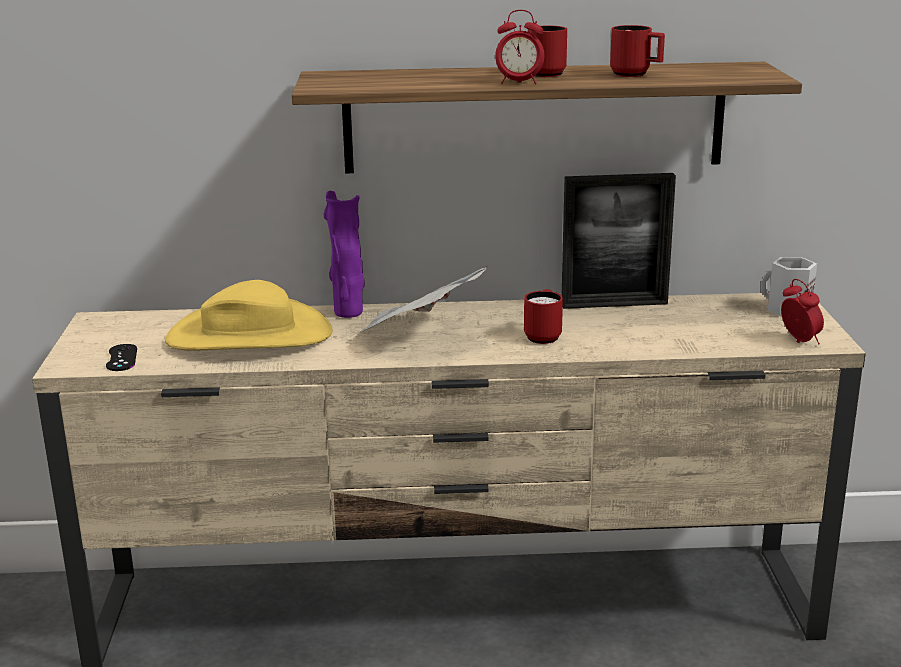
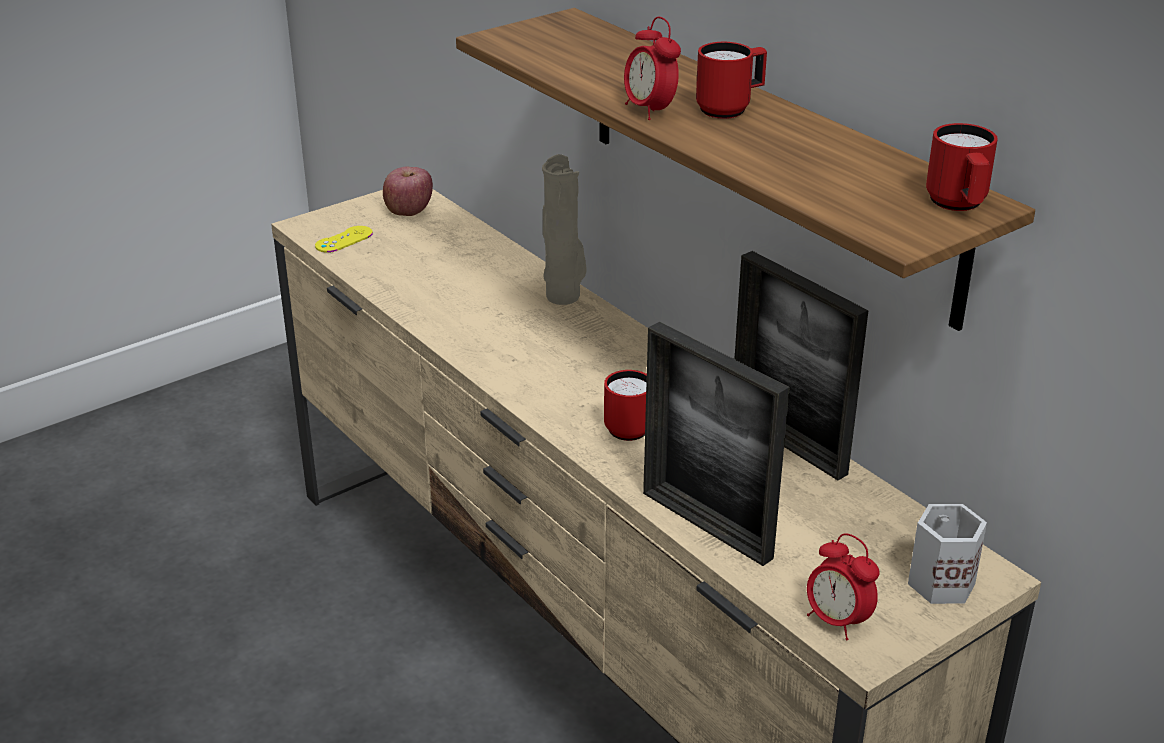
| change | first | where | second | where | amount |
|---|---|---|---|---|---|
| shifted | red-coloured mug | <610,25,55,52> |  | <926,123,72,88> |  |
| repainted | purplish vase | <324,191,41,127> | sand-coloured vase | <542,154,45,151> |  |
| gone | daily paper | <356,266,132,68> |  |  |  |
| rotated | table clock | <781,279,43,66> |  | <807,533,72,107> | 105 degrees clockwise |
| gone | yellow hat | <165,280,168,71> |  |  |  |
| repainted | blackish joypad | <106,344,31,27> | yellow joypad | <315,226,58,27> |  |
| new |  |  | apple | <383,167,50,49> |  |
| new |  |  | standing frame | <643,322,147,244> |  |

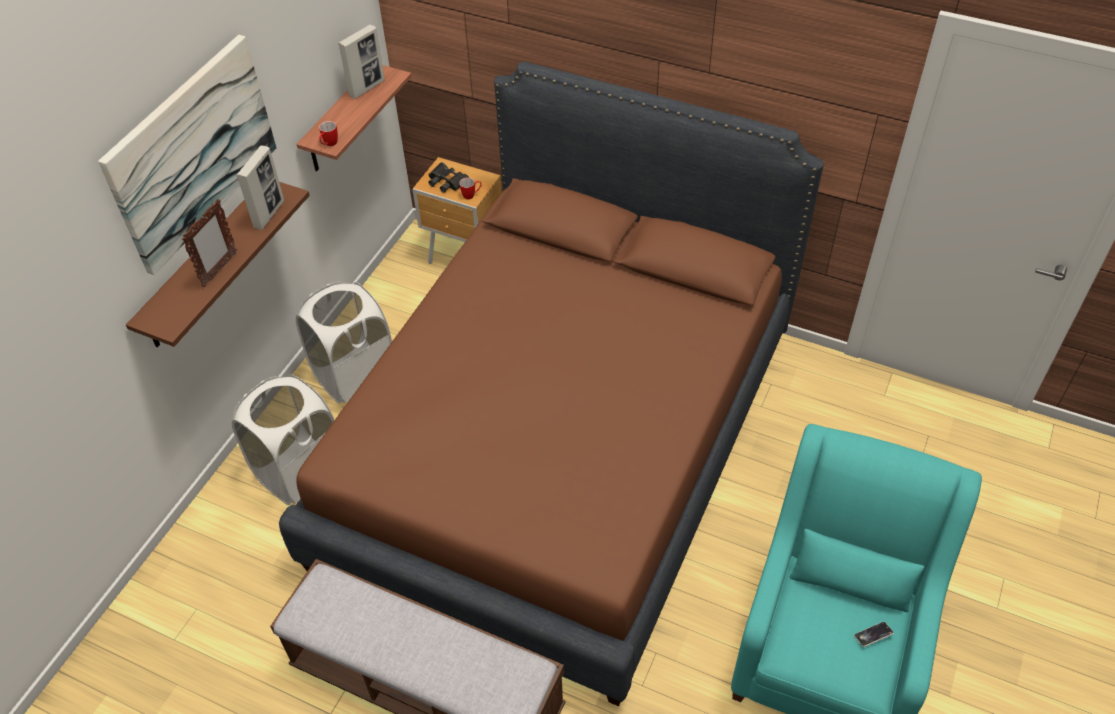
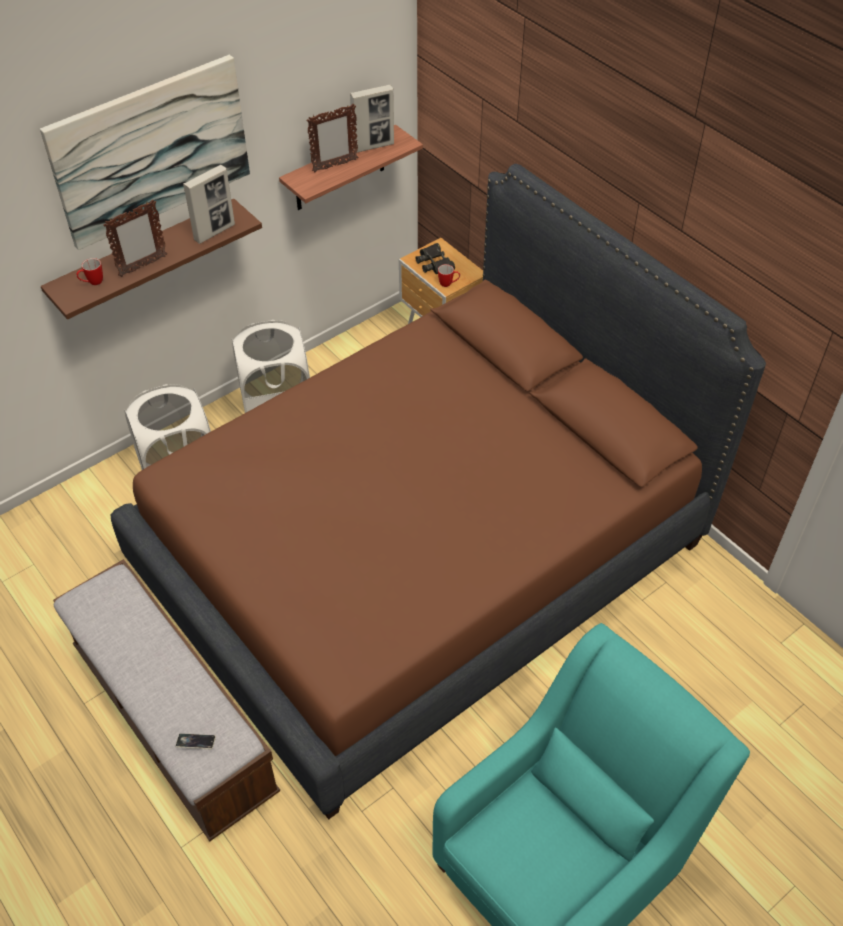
| change | first | where | second | where | amount |
|---|---|---|---|---|---|
| shifted | mug | <319,121,19,25> |  | <77,258,26,27> |  |
| shifted | telephone | <854,622,40,25> |  | <175,733,41,16> |  |
| new |  |  | standing frame | <306,104,52,68> |  |

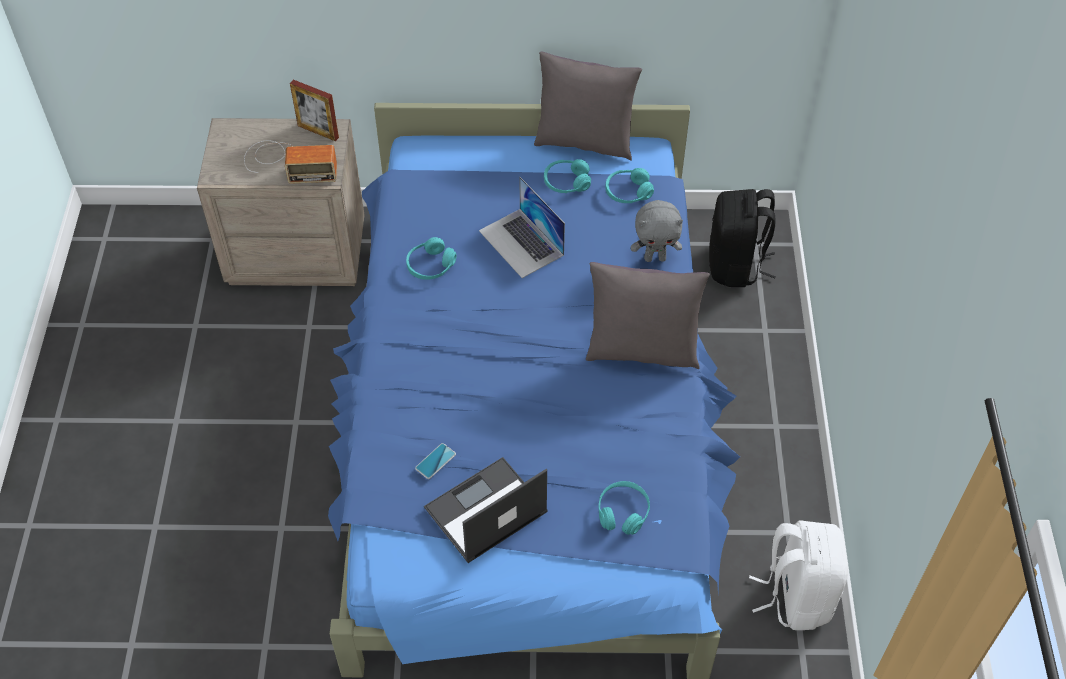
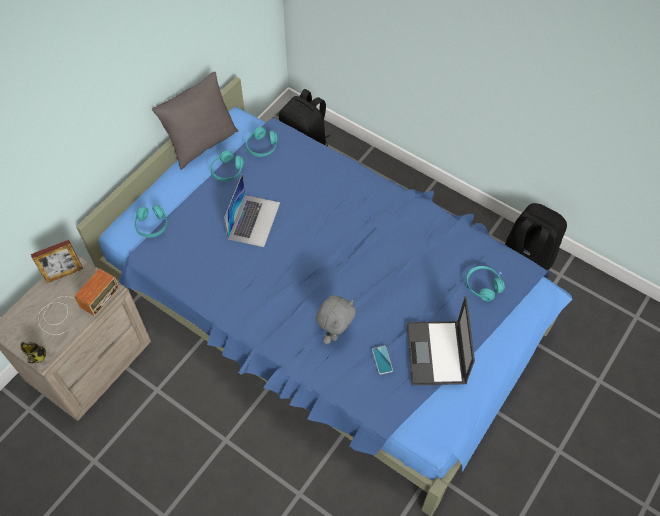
| change | first | where | second | where | amount |
|---|---|---|---|---|---|
| rotated | portable computer | <479,177,86,101> |  | <224,175,56,72> | 75 degrees counterclockwise |
| shifted | grey soft toy | <631,200,52,62> |  | <316,295,40,49> |  |
| shifted | turquoise headset | <406,237,51,43> |  | <134,205,34,33> |  |
| gone | grey throw pillow | <586,262,124,107> |  |  |  |
| repainted | white rucksack | <749,520,99,110> | blackish rucksack | <505,203,62,67> |  |
| new |  |  | mug | <20,342,26,21> |  |

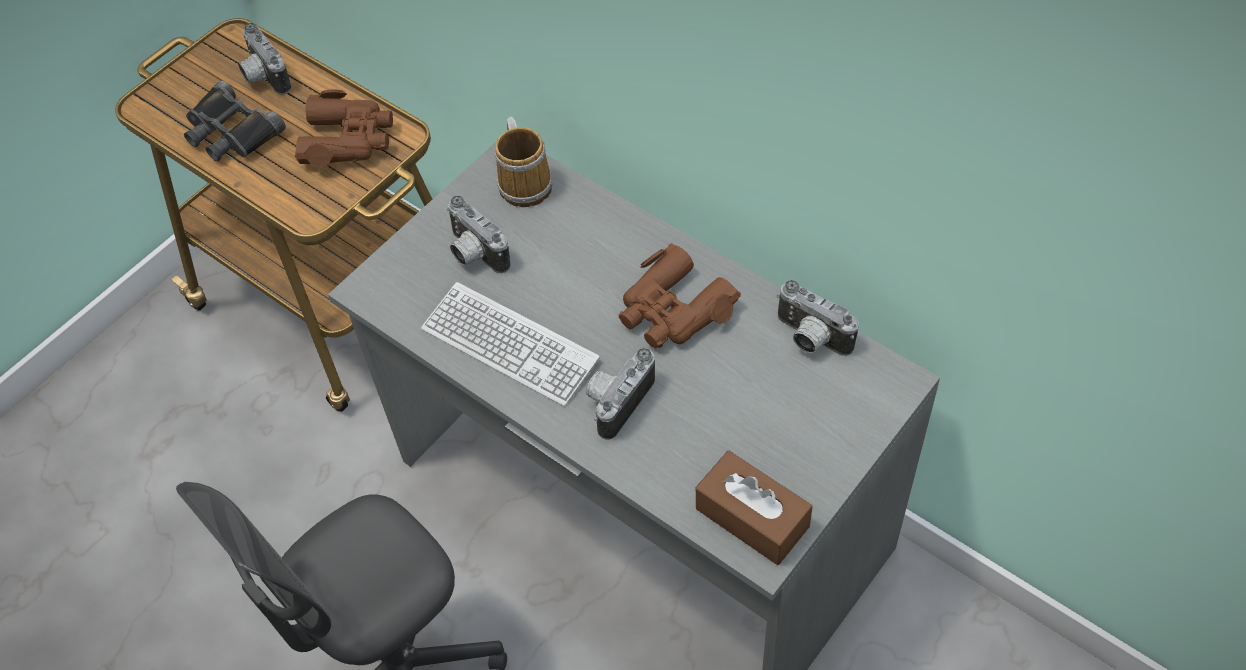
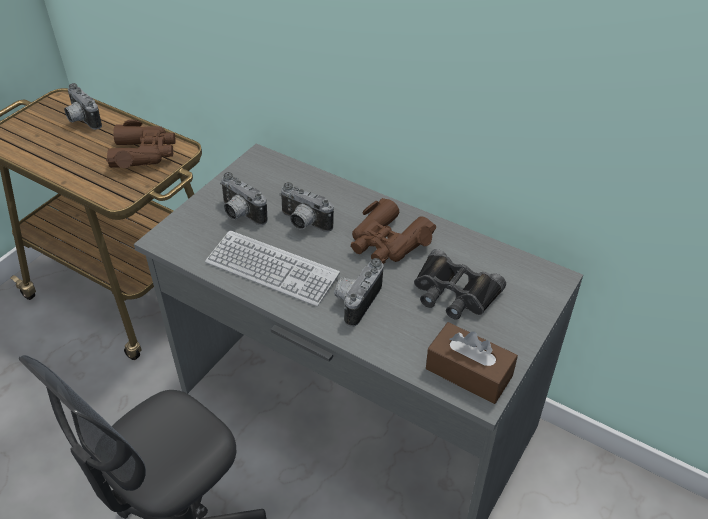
| change | first | where | second | where | amount |
|---|---|---|---|---|---|
| shifted | blackish binoculars | <184,81,102,81> |  | <414,249,92,71> |  |
| gone | mug | <494,117,59,90> |  |  |  |
| shifted | photo camera | <777,280,82,76> |  | <279,182,55,50> |  |

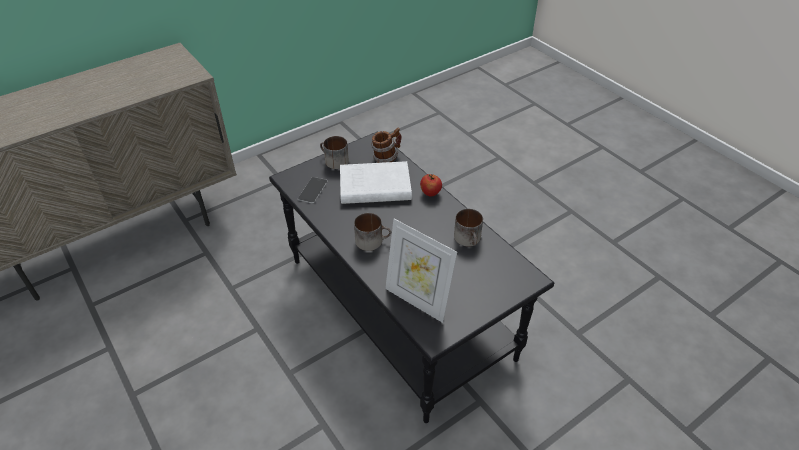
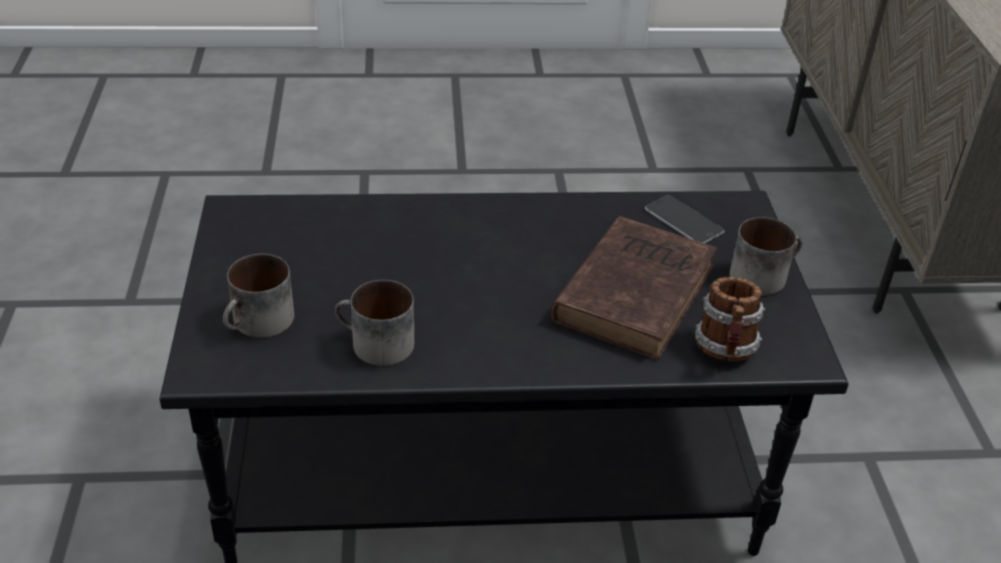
| change | first | where | second | where | amount |
|---|---|---|---|---|---|
| repainted | white volume | <340,161,72,43> | brown volume | <551,216,166,144> |  |
| gone | apple | <420,174,22,23> |  |  |  |
| shifted | mug | <354,213,37,38> |  | <223,254,71,84> |  |
| gone | standing frame | <385,219,72,104> |  |  |  |

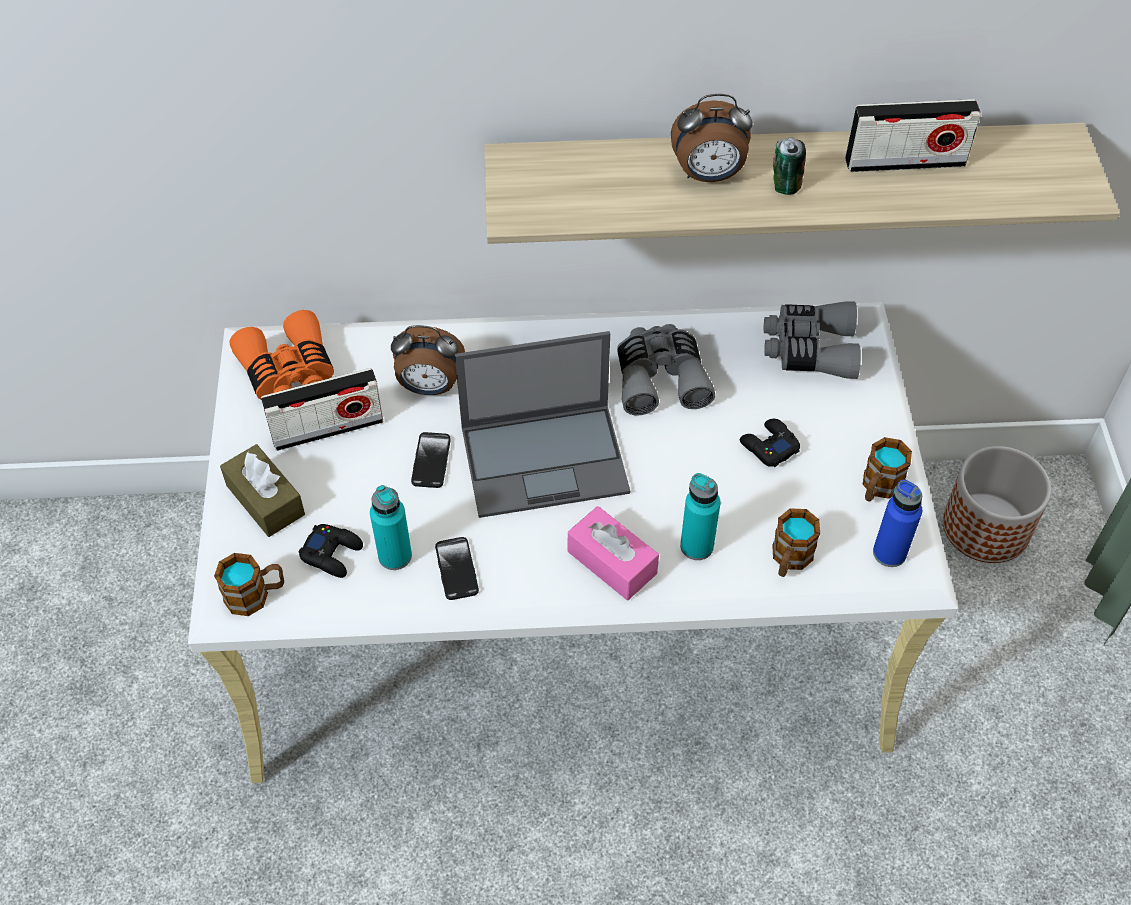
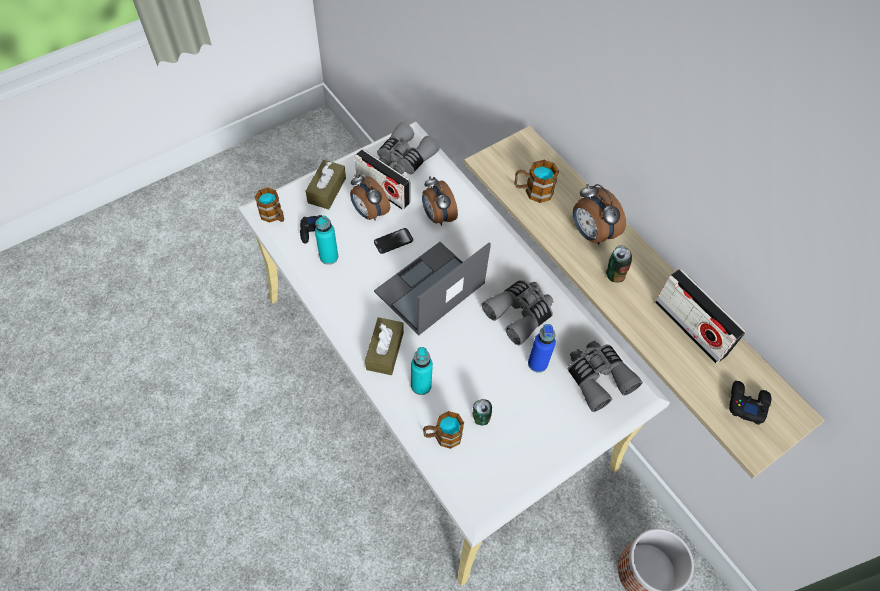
| change | first | where | second | where | amount |
|---|---|---|---|---|---|
| repainted | orangey binoculars | <229,310,105,89> | grey binoculars | <377,122,63,52> |  |
| rotated | portable computer | <455,331,175,187> |  | <374,242,117,93> | 90 degrees clockwise |
| shifted | blackish joypad | <740,418,60,49> |  | <729,381,42,44> |  |
| shifted | mug | <863,437,49,65> |  | <515,160,44,43> |  |
| shifted | blue beverage bottle | <873,480,49,87> |  | <528,324,28,49> |  |
| repainted | pink box of tissues | <568,506,91,94> | brown box of tissues | <365,317,39,58> |  |
| gone | telephone | <435,537,44,63> |  |  |  |
| new |  |  | table clock | <350,174,40,47> |  |
| new |  |  | metal can | <473,399,19,26> |  |

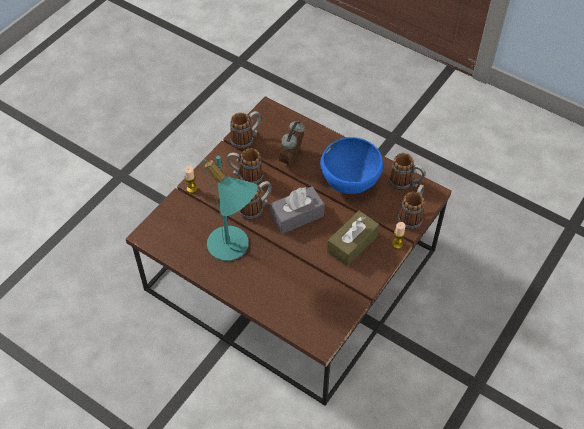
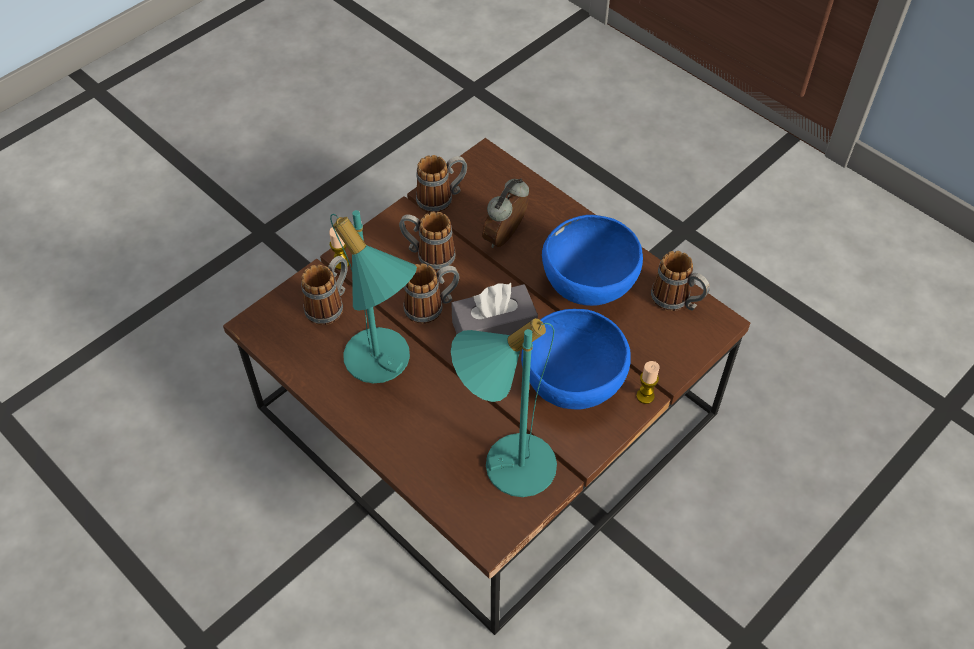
| change | first | where | second | where | amount |
|---|---|---|---|---|---|
| shifted | mug | <398,185,26,45> |  | <301,256,47,69> |  |
| swapped | brown box of tissues | <327,211,52,55> | blue serving bowl | <521,309,110,100> |  |
| new |  |  | turquoise lamp for a table | <451,318,106,179> |  |

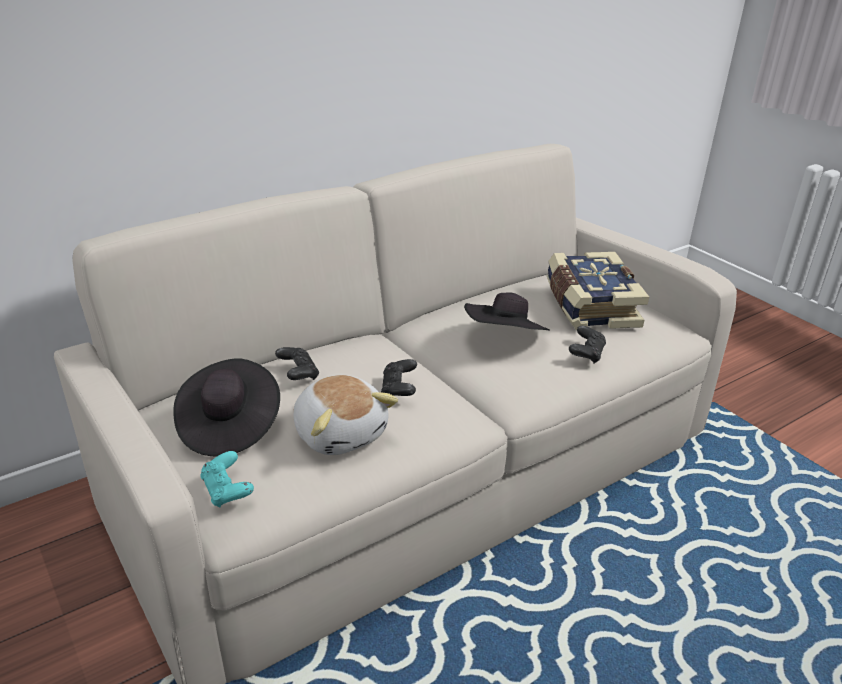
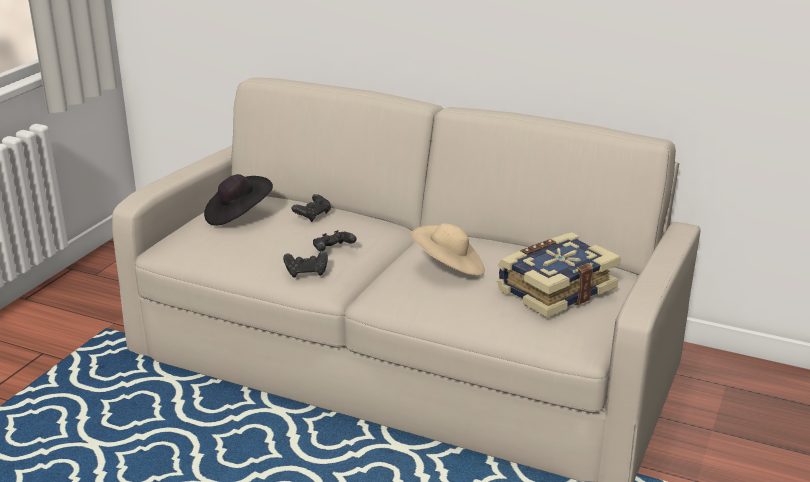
| change | first | where | second | where | amount |
|---|---|---|---|---|---|
| repainted | blackish hat | <464,292,86,39> | sand-coloured hat | <410,223,75,53> |  |
| shifted | blackish joypad | <569,326,37,38> |  | <283,251,45,27> |  |
| gone | soft toy | <293,375,105,80> |  |  |  |
| gone | turquoise joypad | <200,451,54,56> |  |  |  |

